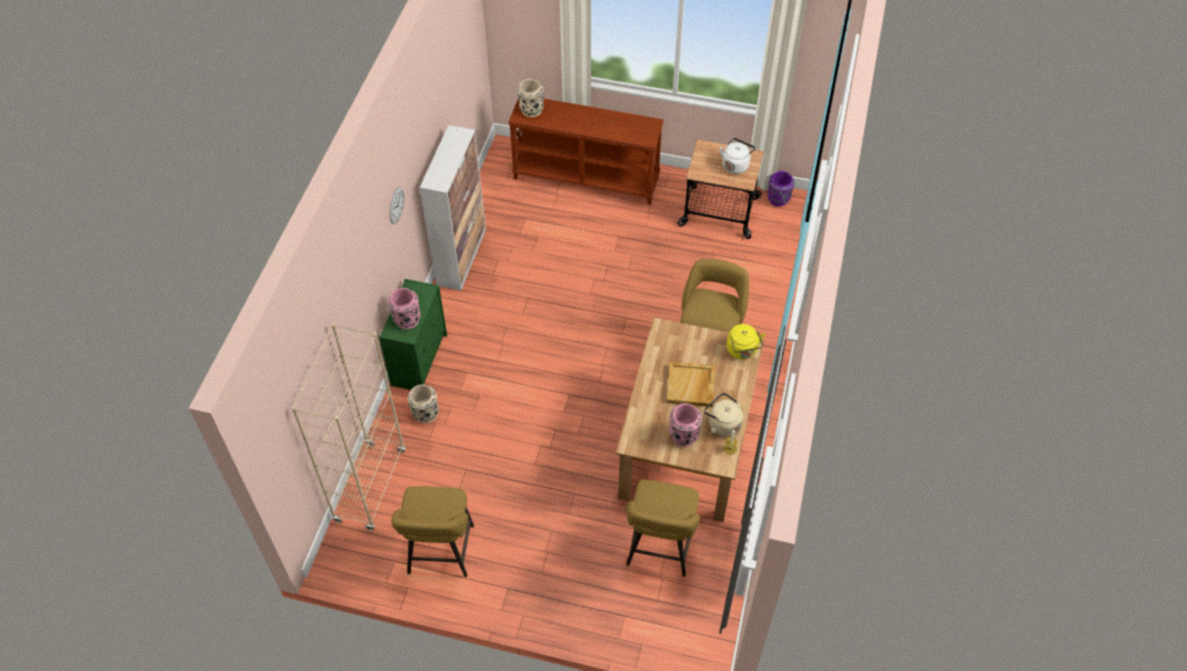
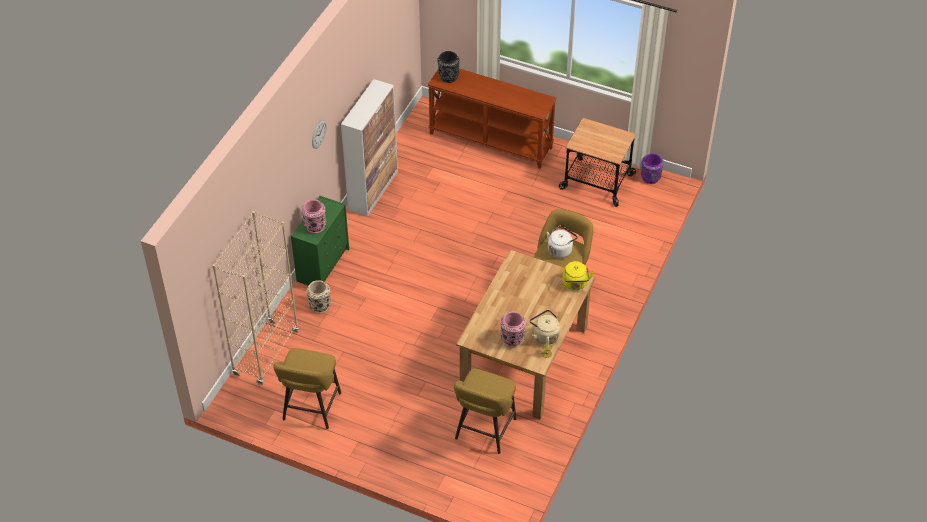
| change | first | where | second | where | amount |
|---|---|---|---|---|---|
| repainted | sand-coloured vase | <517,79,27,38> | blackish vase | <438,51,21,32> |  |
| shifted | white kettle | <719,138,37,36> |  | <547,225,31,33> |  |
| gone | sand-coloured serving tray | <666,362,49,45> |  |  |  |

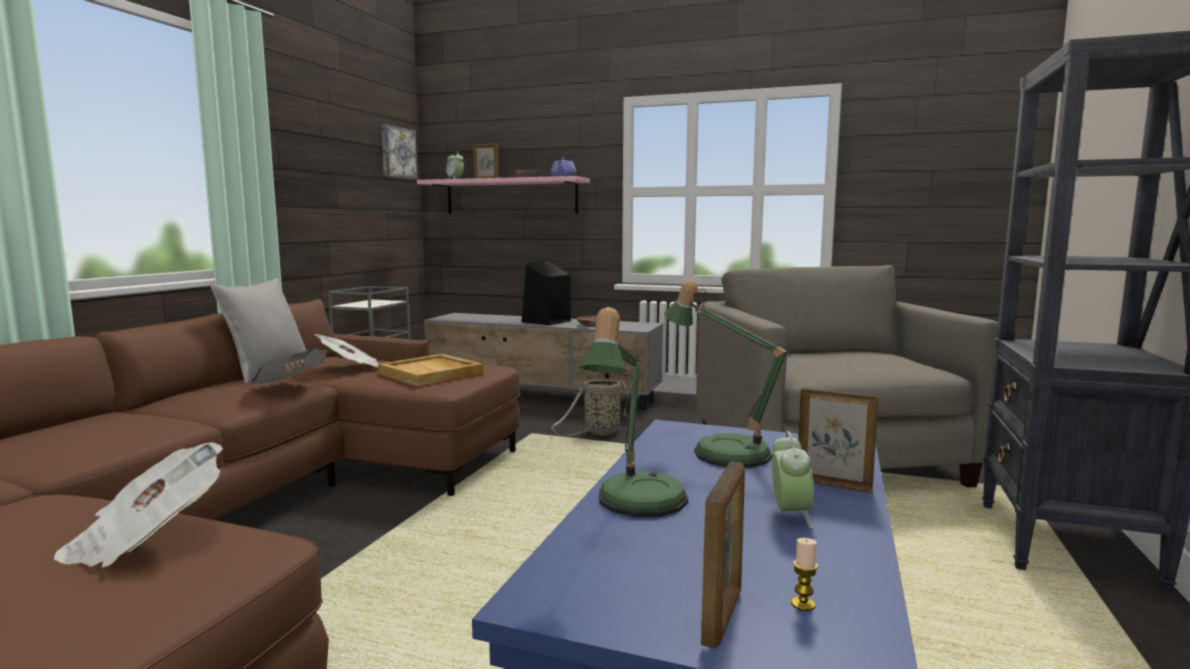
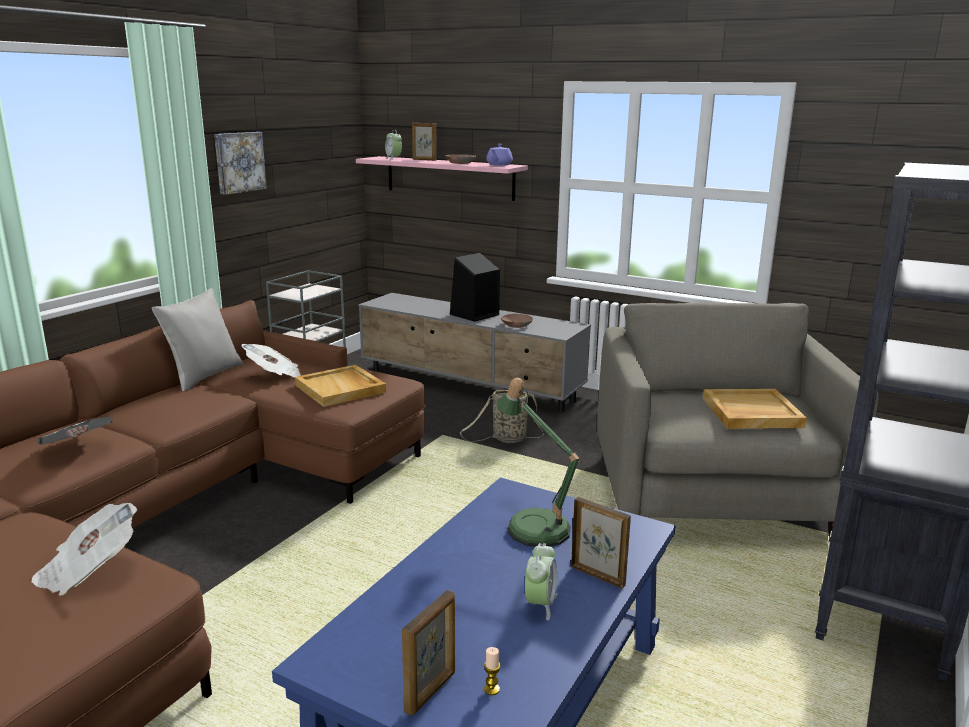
| change | first | where | second | where | amount |
|---|---|---|---|---|---|
| shifted | wall picture | <381,124,37,55> |  | <214,132,53,63> |  |
| gone | lamp for a table | <581,307,107,210> |  |  |  |
| shifted | daily paper | <250,348,78,36> |  | <37,417,76,28> |  |
| new |  |  | sand-coloured serving tray | <703,389,104,40> |  |

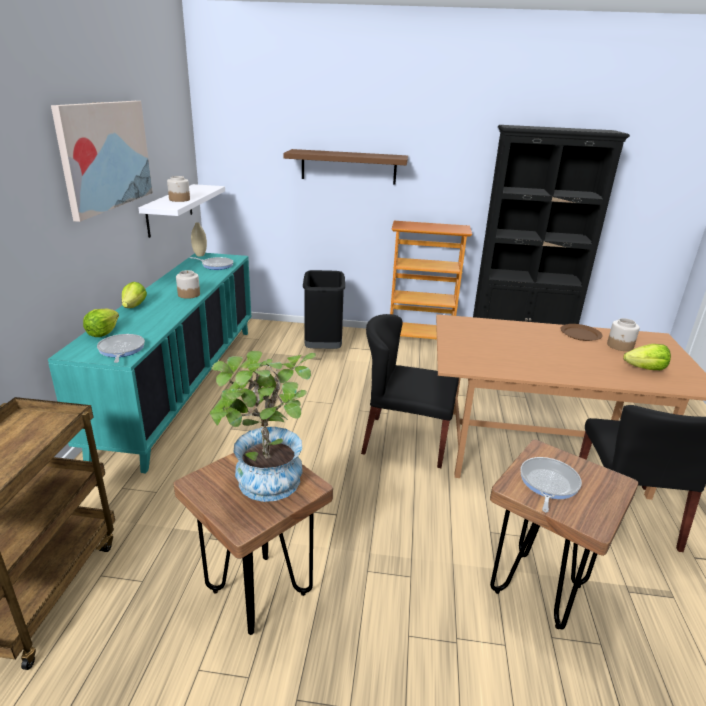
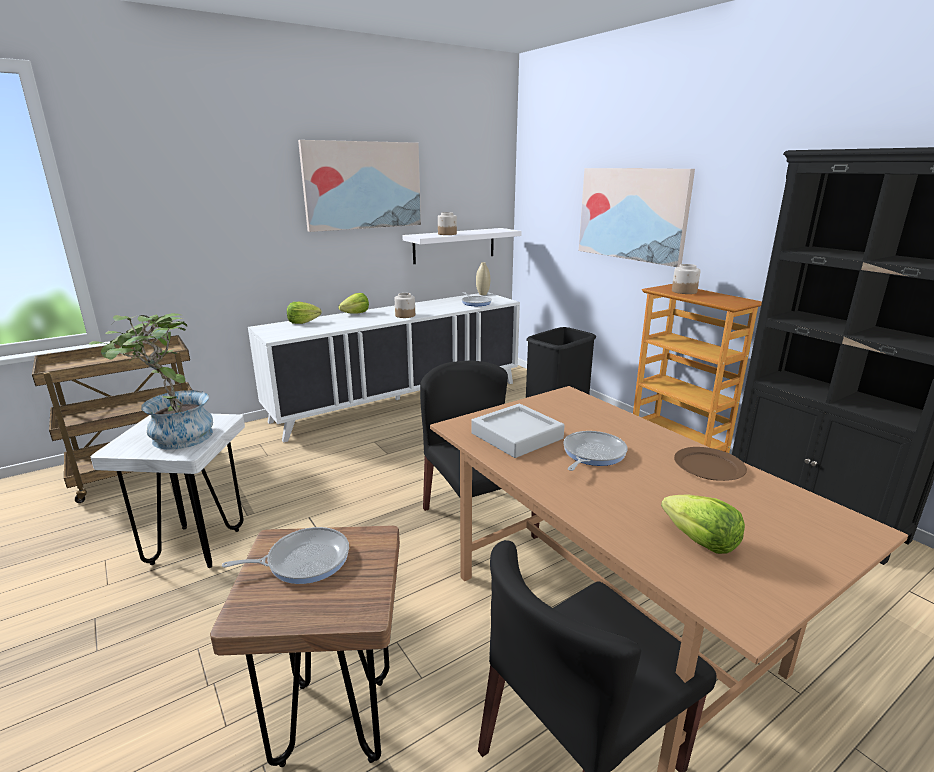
| change | first | where | second | where | amount |
|---|---|---|---|---|---|
| swapped | brown bracket shelf | <283,149,125,36> | wall picture | <579,168,116,99> |  |
| repainted | turquoise storage cabinet | <48,253,203,220> | white storage cabinet | <248,293,272,150> |  |
| shifted | preserve jar | <607,318,33,33> |  | <672,264,29,30> |  |
| shifted | frying pan | <97,334,48,29> |  | <563,431,65,40> |  |
| repainted | brown stool | <173,453,160,182> | white stool | <91,414,154,154> |  |
| new |  |  | grey serving tray | <471,404,94,54> |  |

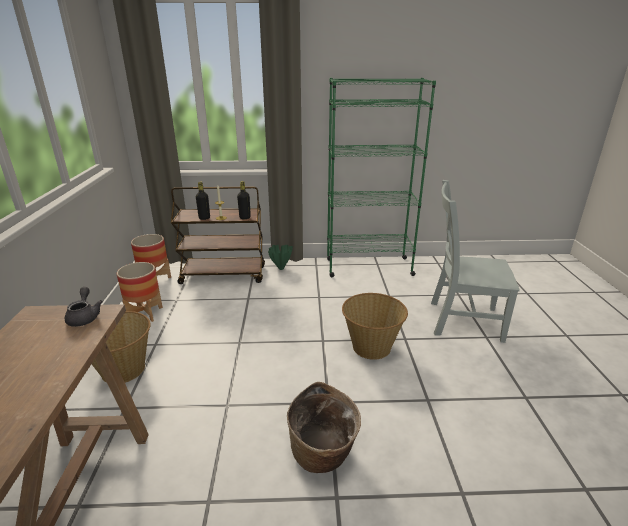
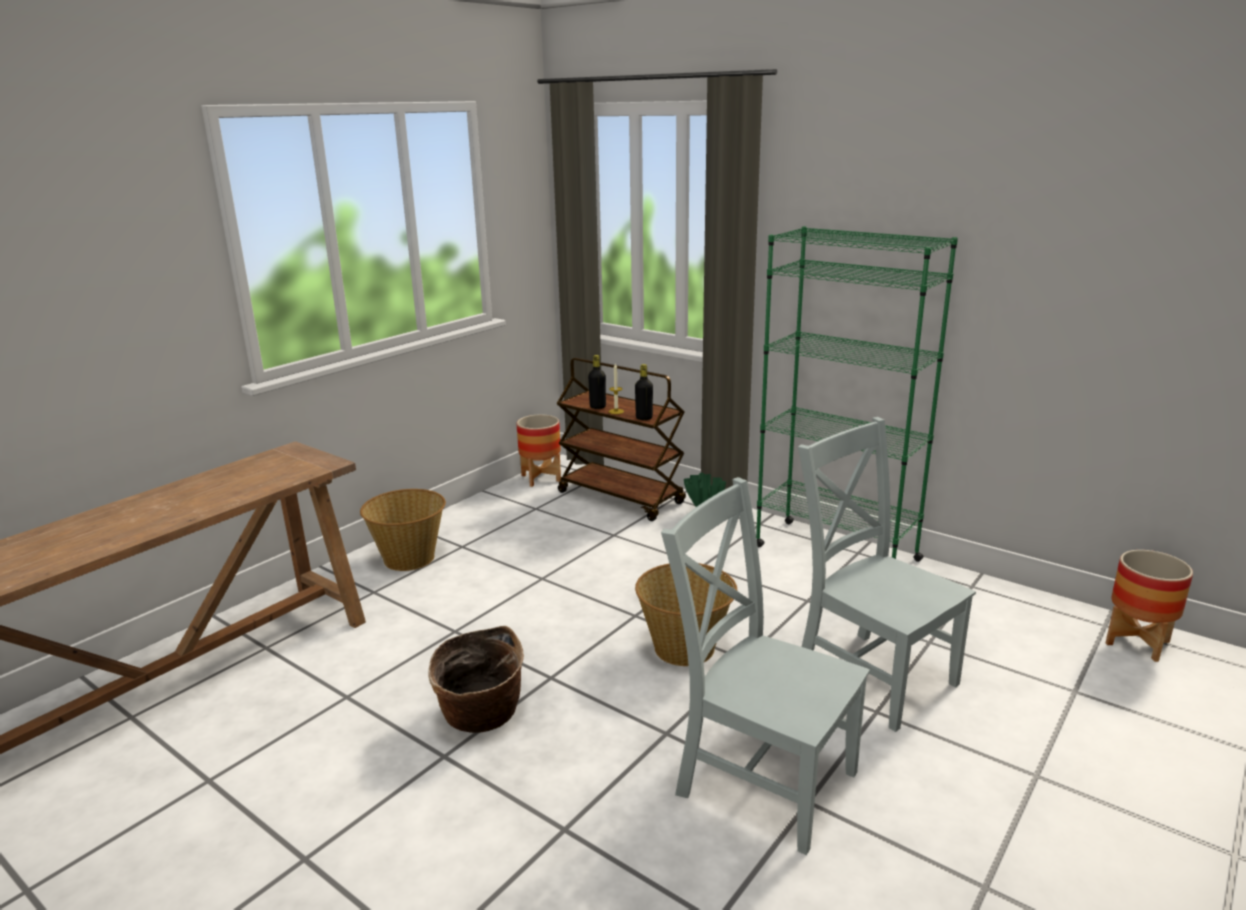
| change | first | where | second | where | amount |
|---|---|---|---|---|---|
| shifted | flower pot | <117,262,46,60> |  | <1106,550,87,112> |  |
| gone | grey tea pot | <65,287,38,40> |  |  |  |
| new |  |  | grey chair | <661,477,209,378> |  |

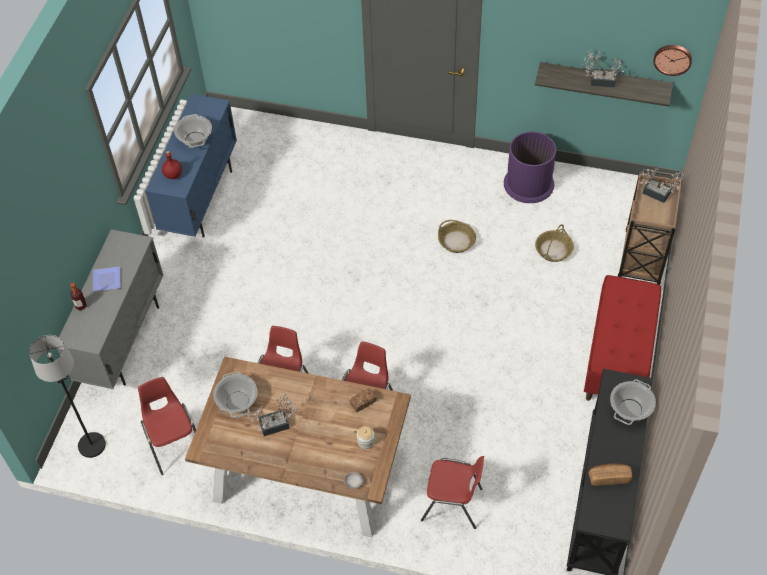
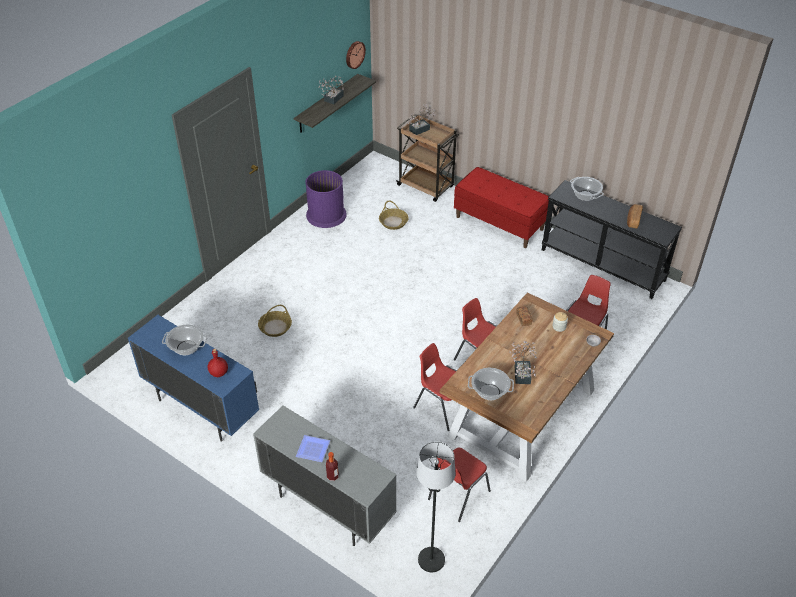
| change | first | where | second | where | amount |
|---|---|---|---|---|---|
| shifted | storage basket | <438,220,38,33> |  | <258,305,34,32> |  |
| rotated | red-coloured chair | <138,377,58,98> |  | <428,448,63,74> | 45 degrees counterclockwise |

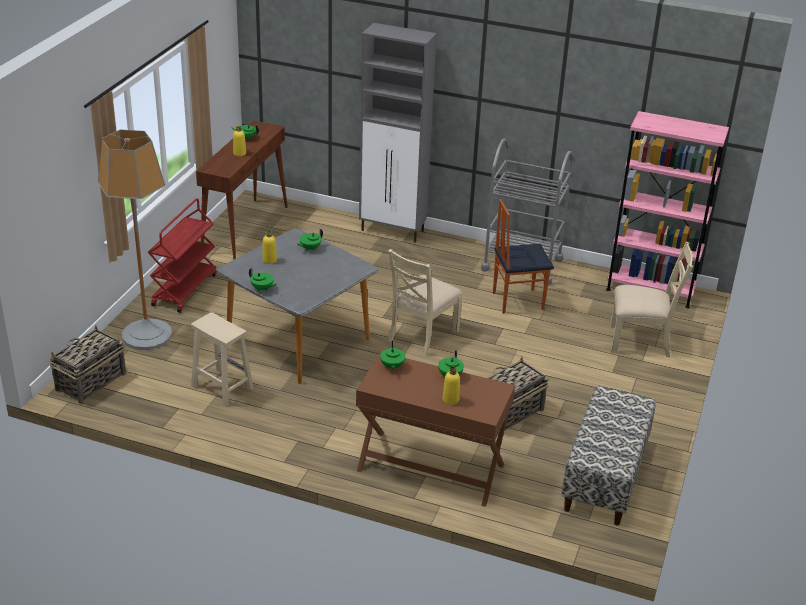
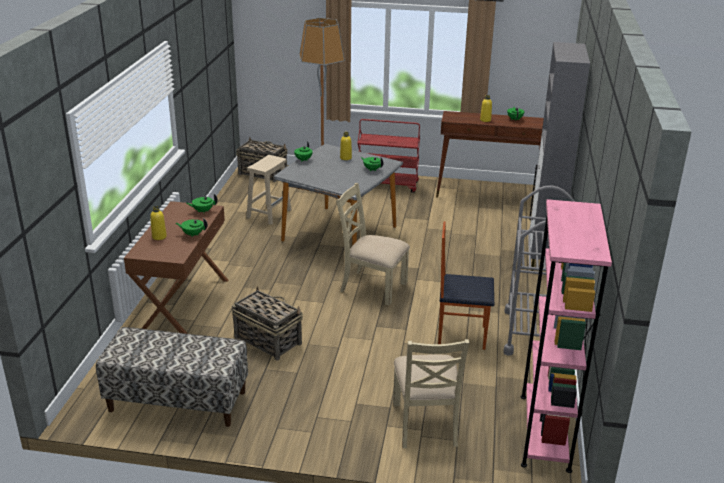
| change | first | where | second | where | amount |
|---|---|---|---|---|---|
| rotated | chair | <493,199,61,115> |  | <438,221,56,129> | 60 degrees counterclockwise |

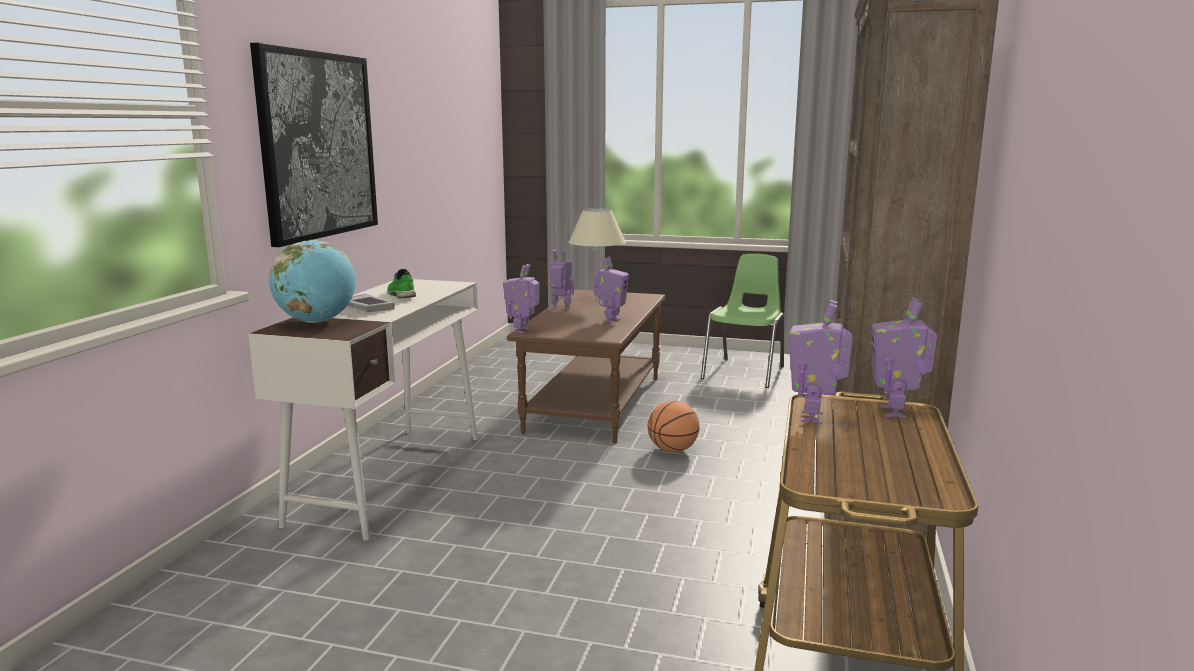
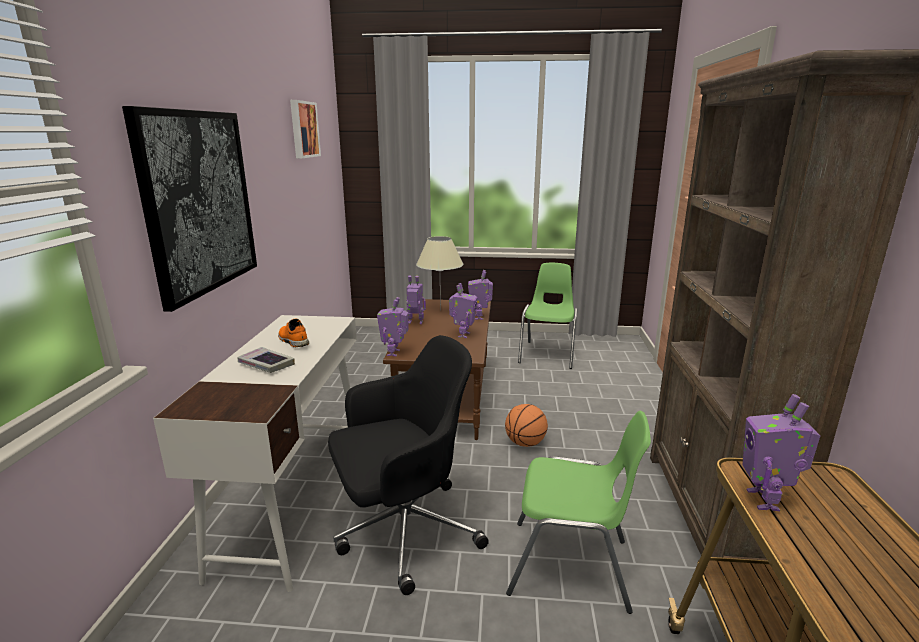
| change | first | where | second | where | amount |
|---|---|---|---|---|---|
| gone | globe | <269,240,86,83> |  |  |  |
| repainted | greenish shoe | <387,269,29,29> | orangey shoe | <278,318,31,29> |  |
| shifted | model robot | <872,298,65,120> |  | <468,270,25,50> |  |
| new |  |  | wall picture | <290,100,31,58> |  |
| new |  |  | blackish computer chair | <328,335,161,260> |  |
| new |  |  | greenish chair | <506,411,145,203> |  |

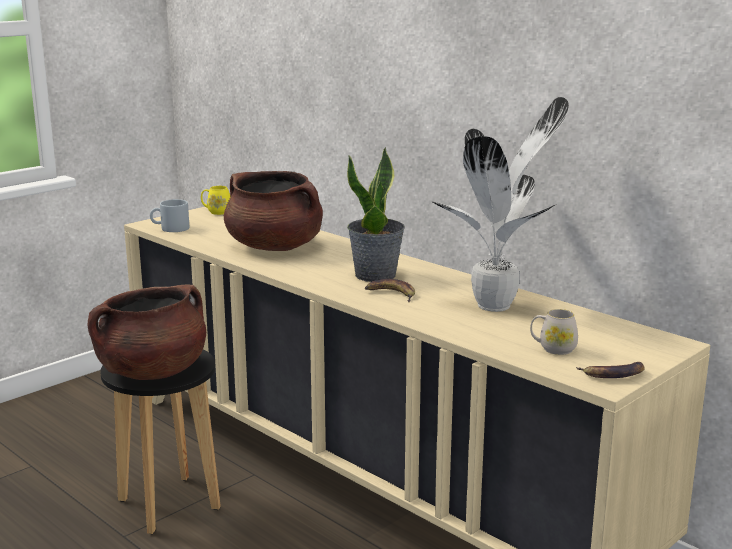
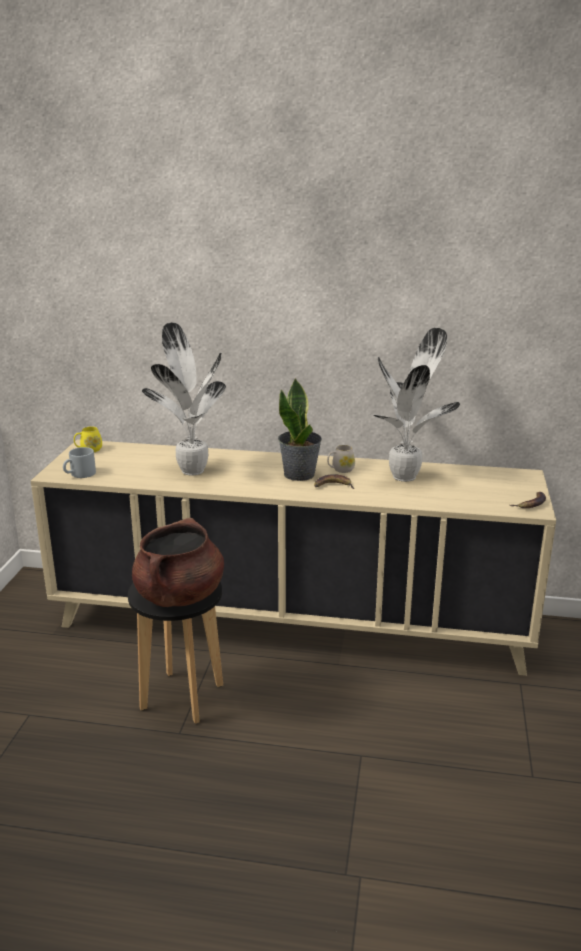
| change | first | where | second | where | amount |
|---|---|---|---|---|---|
| swapped | brown stockpot | <224,171,99,80> | plant in a pot | <142,322,84,153> |  |
| shifted | white mug | <530,309,48,46> |  | <327,445,28,28> |  |

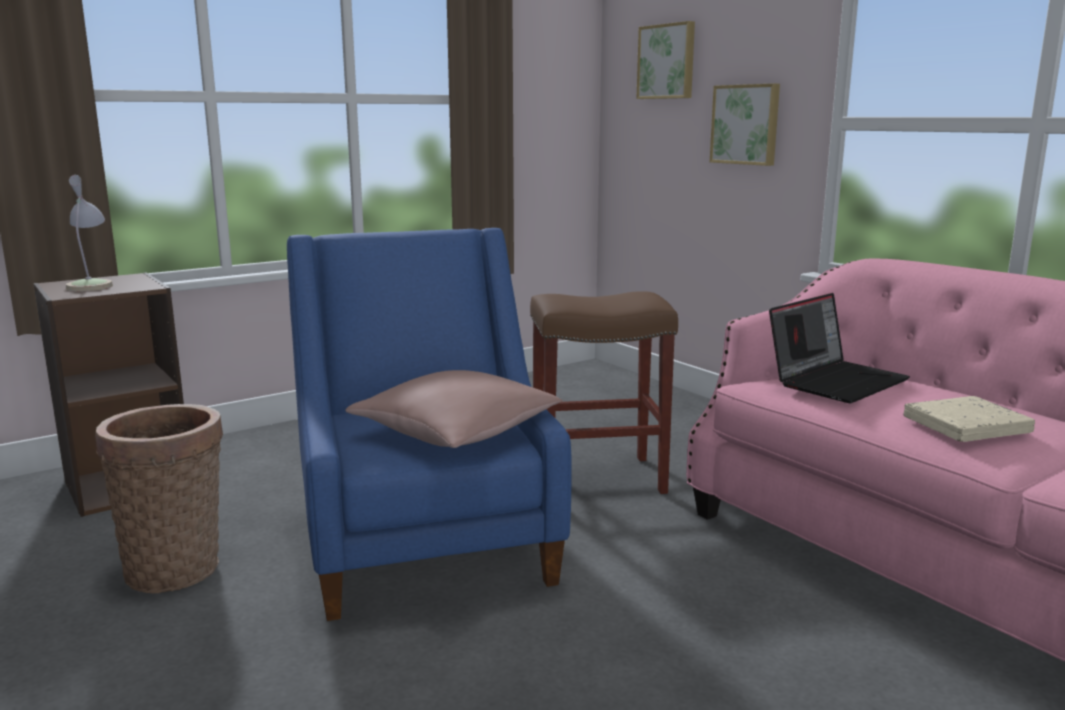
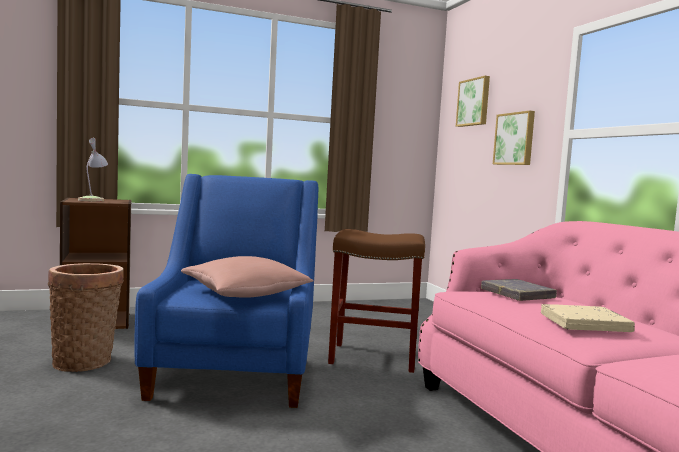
| change | first | where | second | where | amount |
|---|---|---|---|---|---|
| swapped | portable computer | <769,293,141,110> | grey volume | <481,279,76,22> |  |

